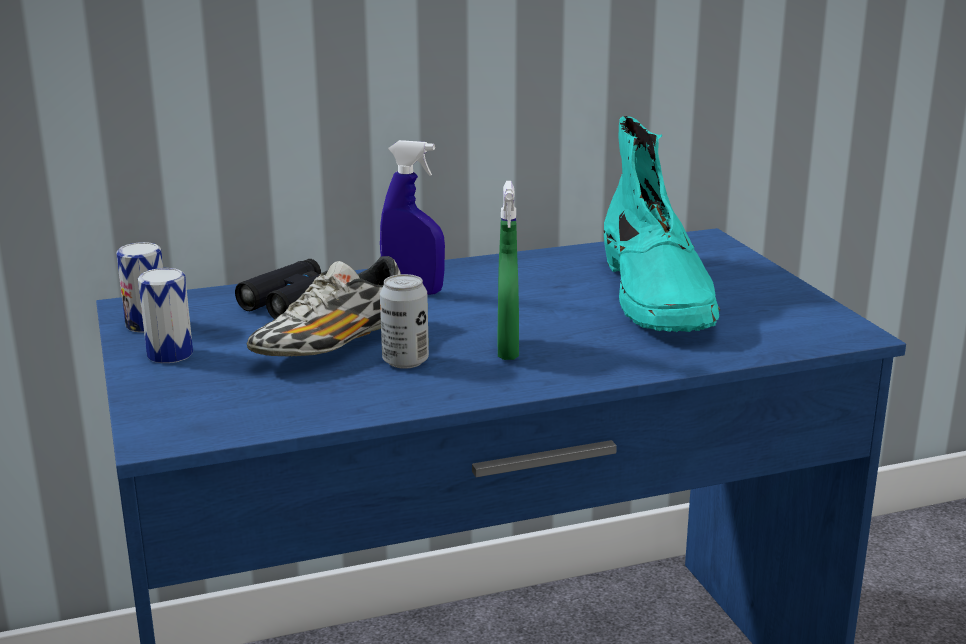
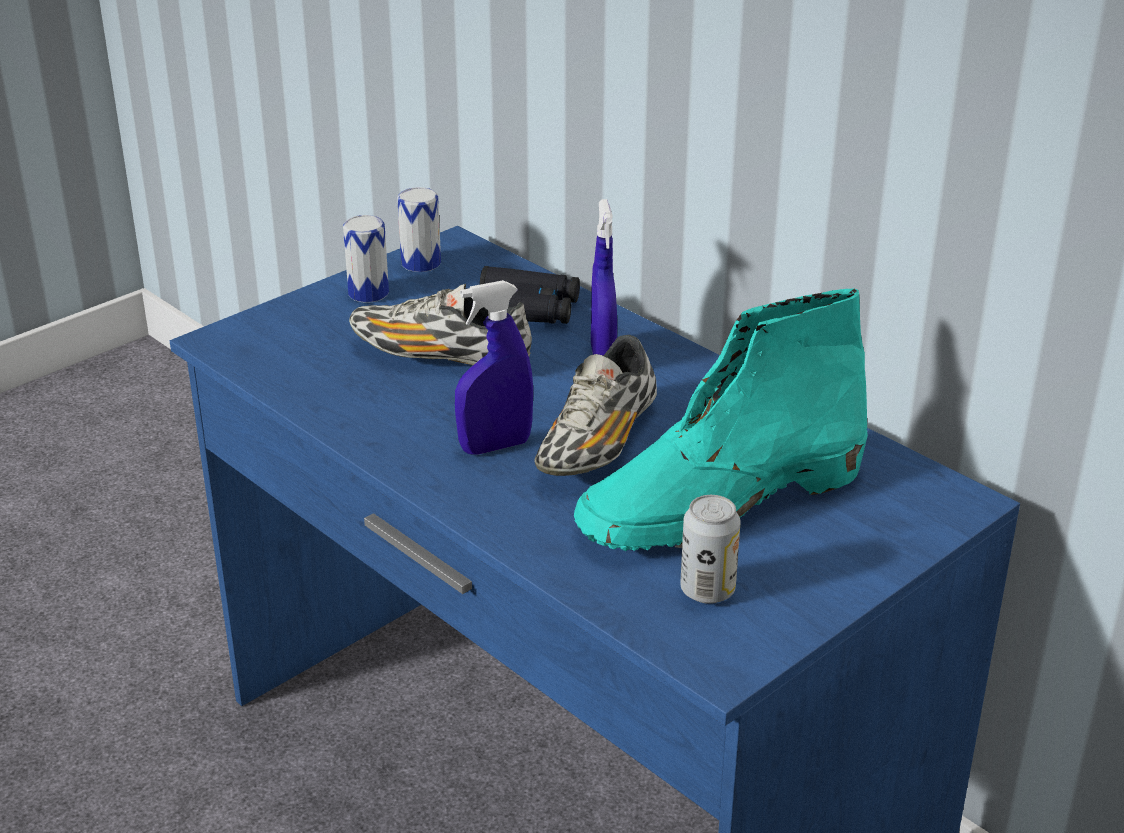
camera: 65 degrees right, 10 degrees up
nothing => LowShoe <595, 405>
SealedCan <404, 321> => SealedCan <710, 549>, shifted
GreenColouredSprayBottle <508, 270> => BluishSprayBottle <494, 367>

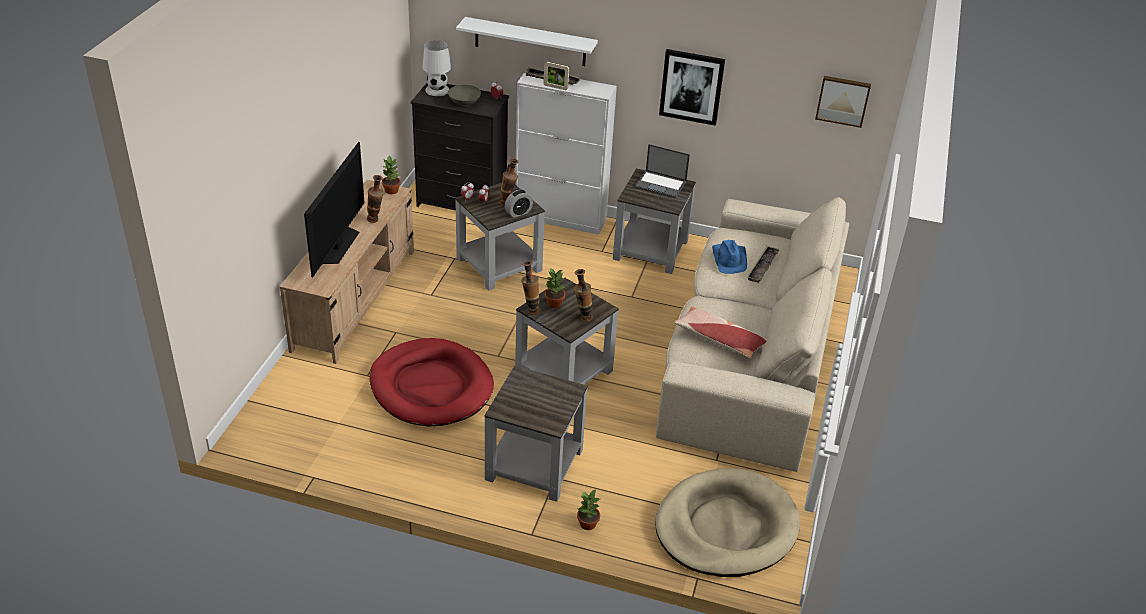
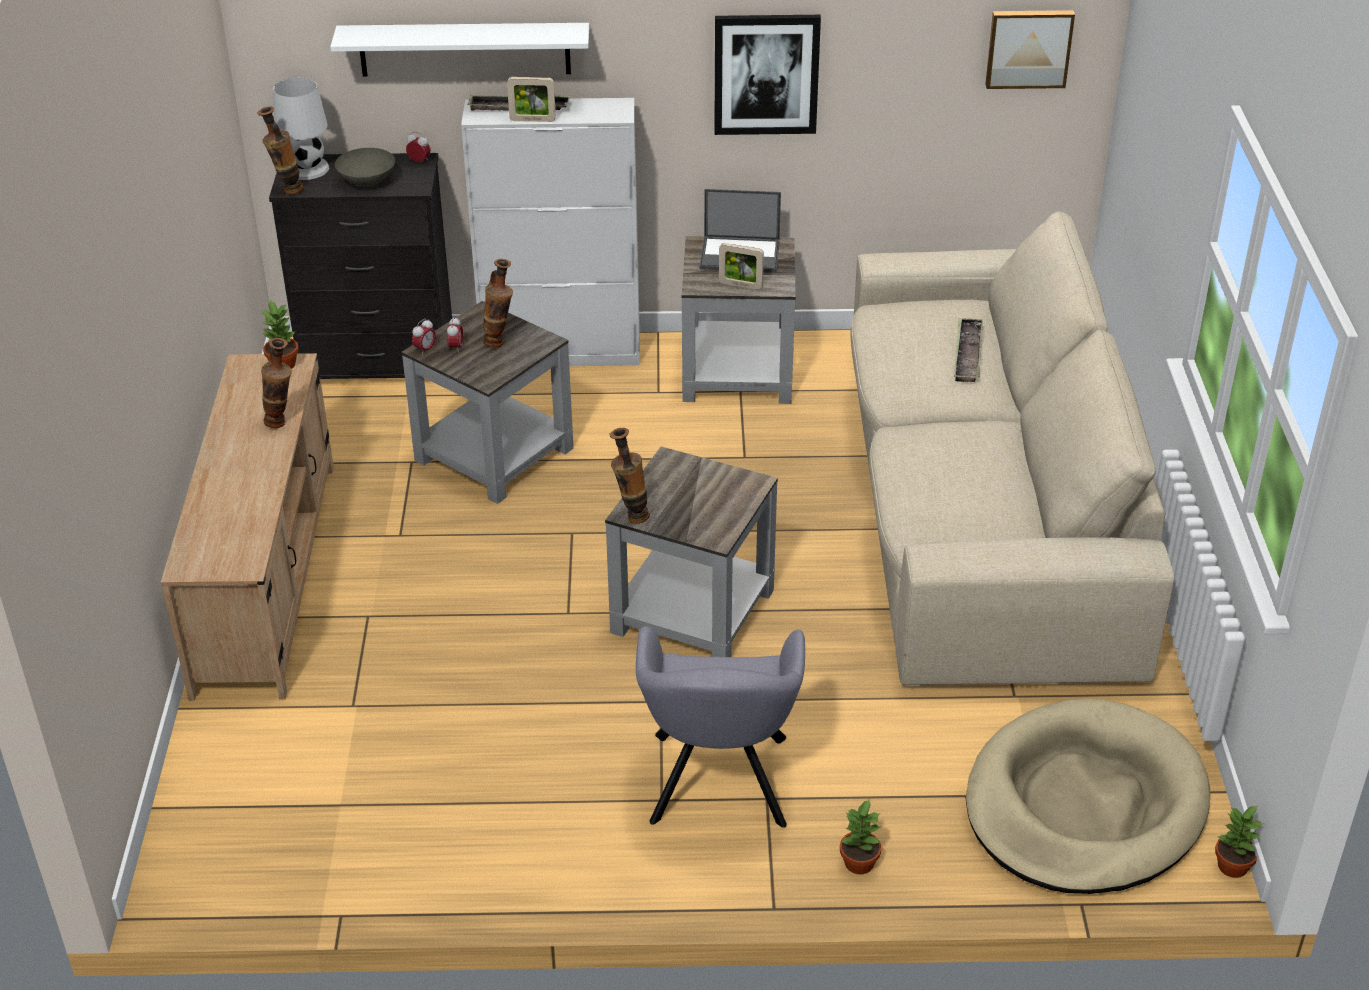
camera: 15 degrees left, 0 degrees up
Television <334, 209> => nothing
ReddishPetBed <432, 382> => nothing
AlarmClock <519, 204> => nothing
Cushion <720, 332> => nothing
BluishClothingHat <729, 257> => nothing
nothing => StandingFrame <741, 266>
Houseplant <554, 288> => Houseplant <1240, 841>, shifted
FlowerVase <583, 295> => FlowerVase <280, 150>, shifted
GreyEndTable <536, 433> => GreyArmchair <720, 727>

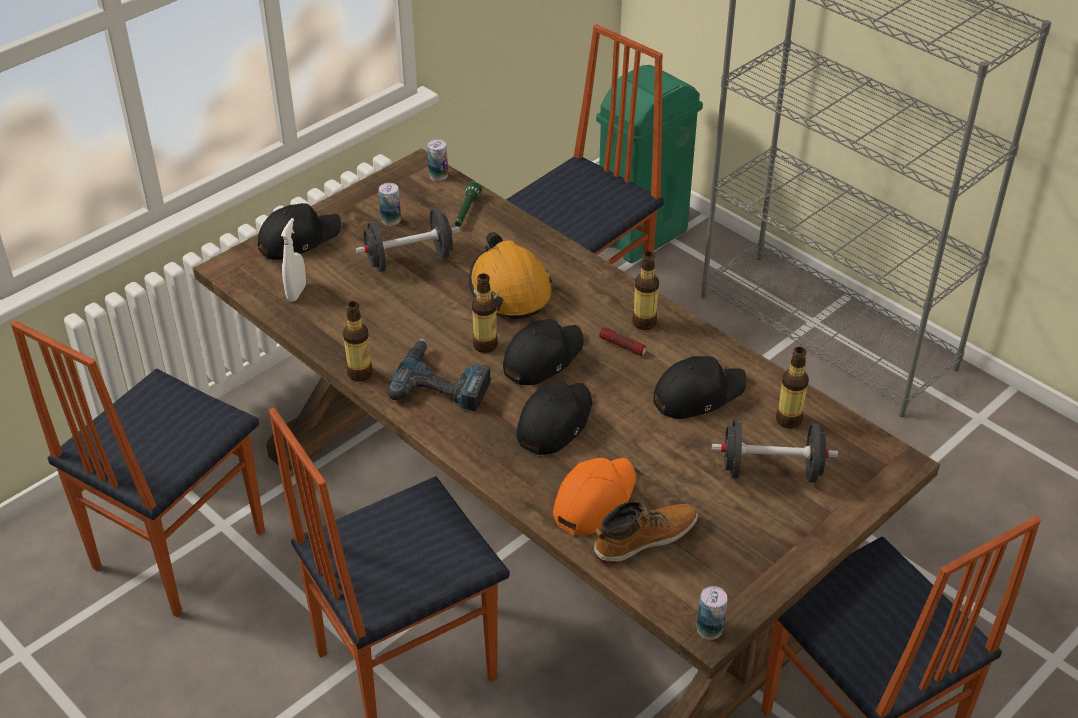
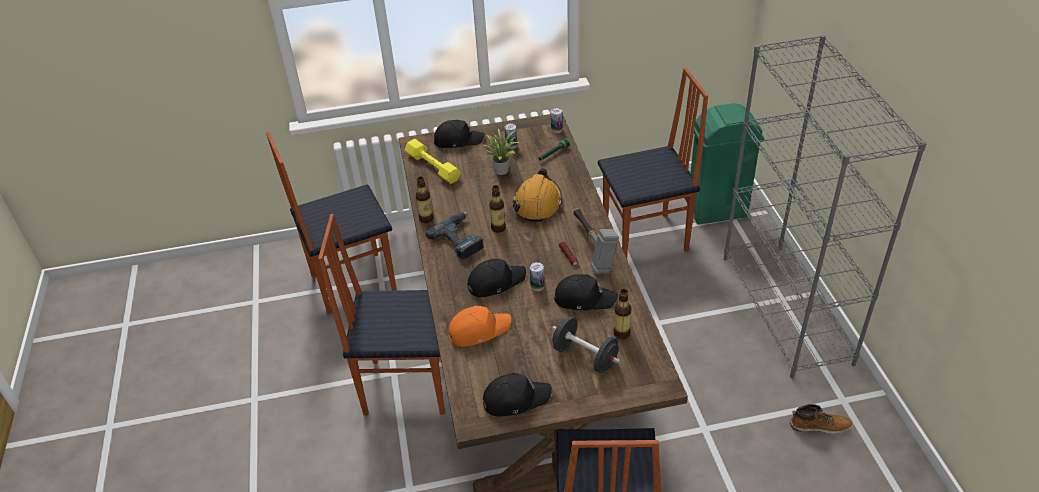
camera: 35 degrees right, 0 degrees up
BlackBaseballCap <543, 352> => BlackBaseballCap <517, 395>, shifted
TallBoot <646, 532> => TallBoot <821, 419>, shifted
SealedCan <712, 613> => SealedCan <537, 276>, shifted
WhitishSprayBottle <293, 260> => YellowishDumbbell <433, 161>
BlackDumbbell <408, 240> => Houseplant <502, 152>
DrinkBottle <645, 290> => HandHammer <596, 241>

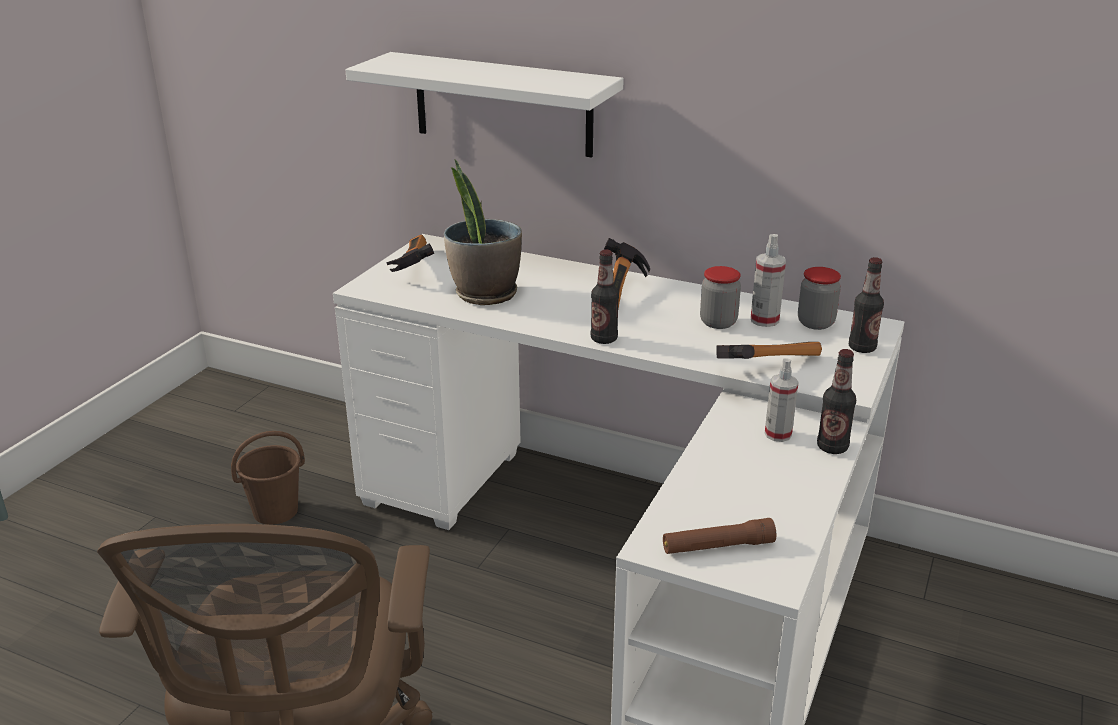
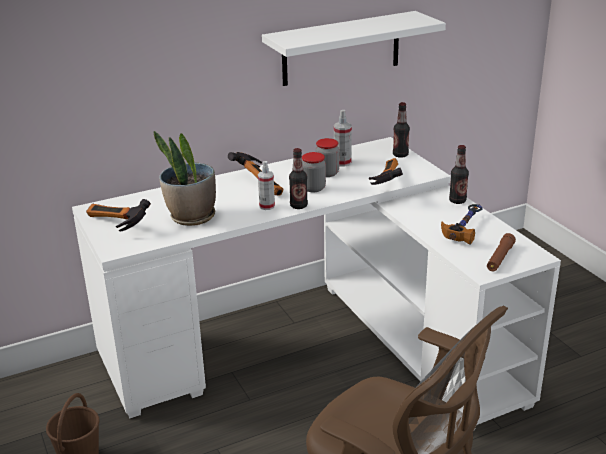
camera: 50 degrees left, 0 degrees up
nothing => HandHammer <461, 224>
WhitishShelf <484, 104> => WhitishShelf <354, 48>, shifted
SprayBottle <782, 400> => SprayBottle <266, 185>, shifted
StorageJar <819, 298> => StorageJar <314, 172>, shifted

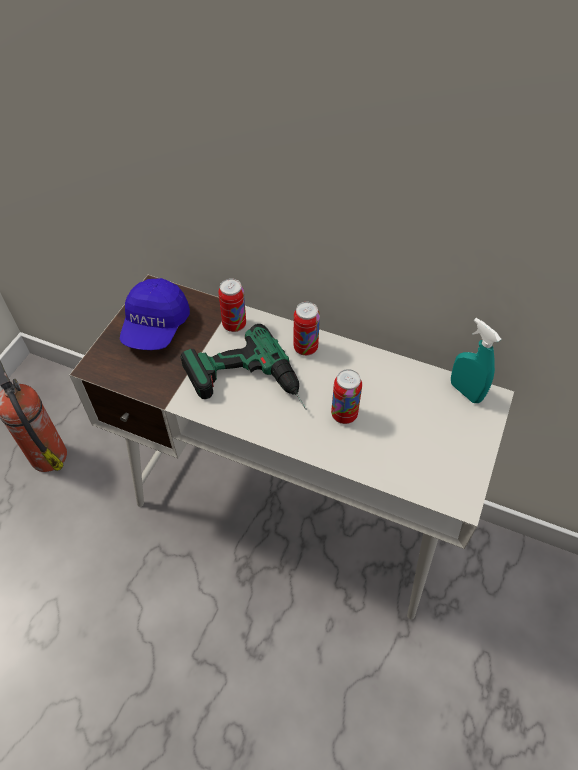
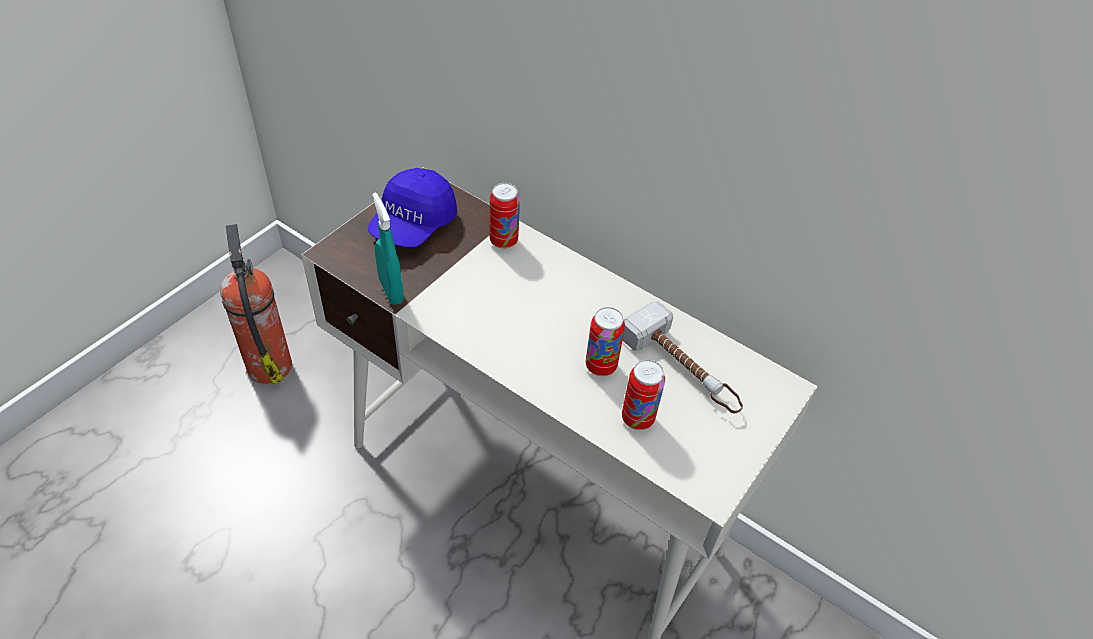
camera: 10 degrees right, 5 degrees down
Drill <243, 367> => nothing
nothing => HandHammer <683, 357>
SealedCan <306, 329> => SealedCan <643, 395>, shifted
BlueGreenSprayBottle <476, 360> => BlueGreenSprayBottle <388, 248>, shifted

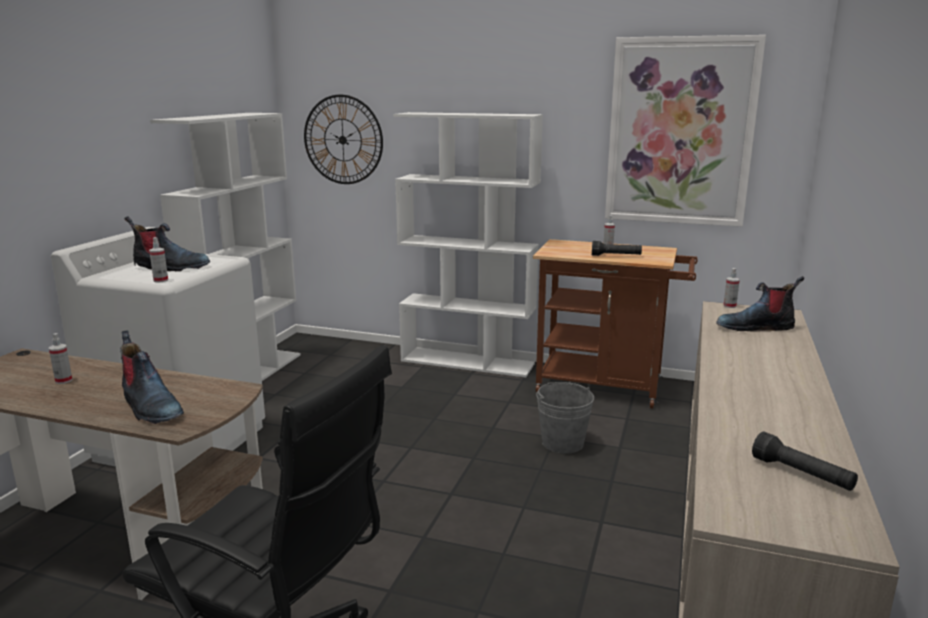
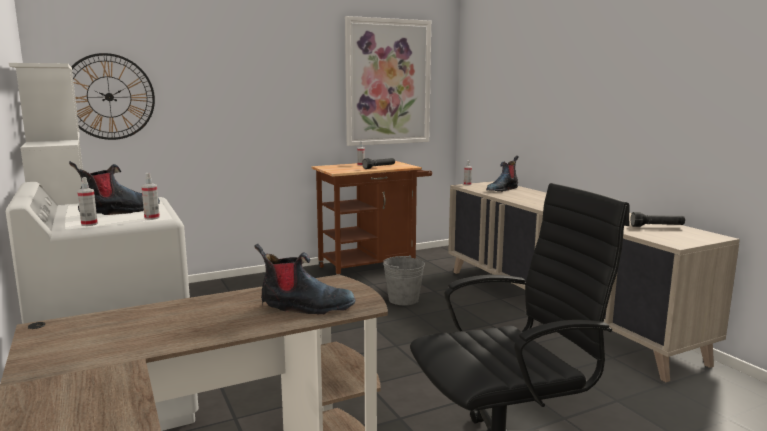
camera: 45 degrees left, 5 degrees down
WhitishBookshelf <468, 244> => nothing
SprayBottle <60, 358> => SprayBottle <87, 201>, shifted

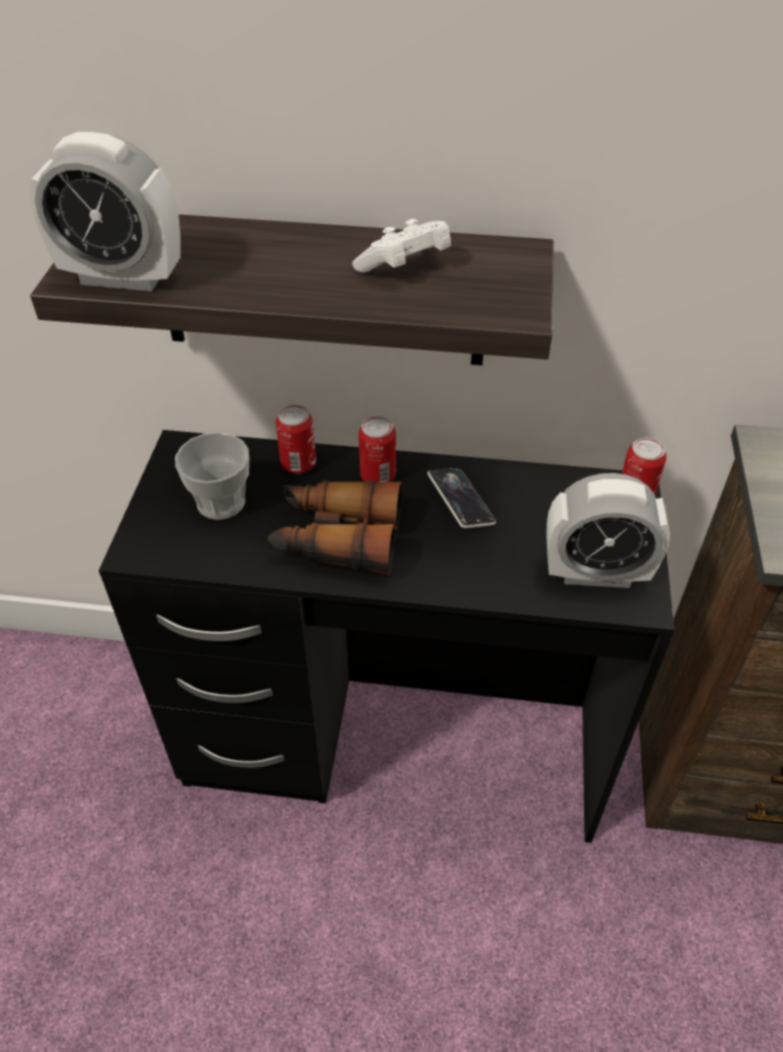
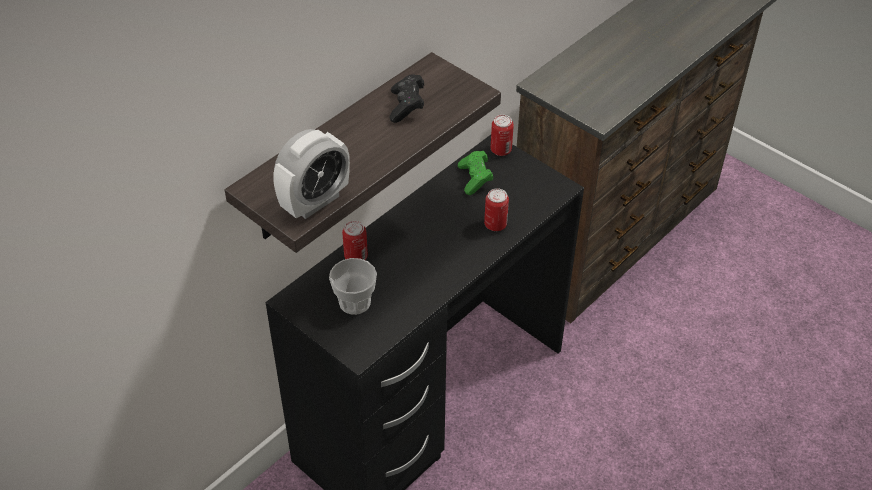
camera: 55 degrees left, 0 degrees up
FieldGlasses <335, 527> => nothing
Phone <461, 498> => nothing
AlarmClock <608, 530> => nothing
nothing => GreenColouredGamepad <475, 173>
SealedCan <377, 449> => SealedCan <496, 209>, shifted
WhitishGamepad <401, 246> => BlackGamepad <406, 98>

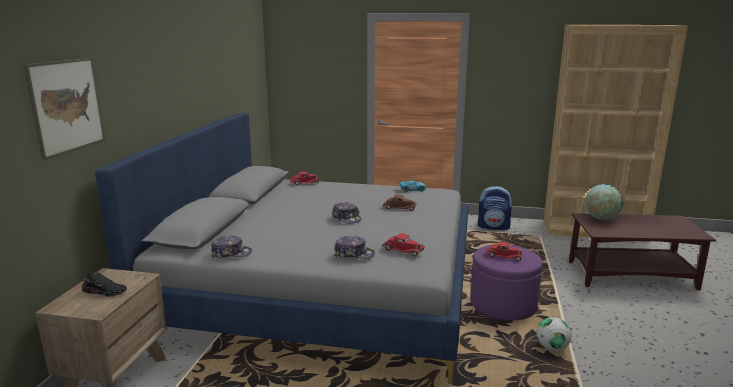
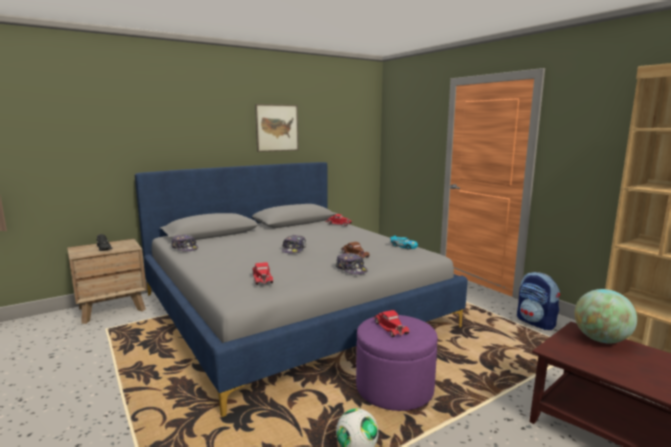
camera: 45 degrees right, 5 degrees down
Picture <64, 109> => Picture <277, 128>, shifted
BaseballCap <355, 247> => BaseballCap <351, 264>, shifted

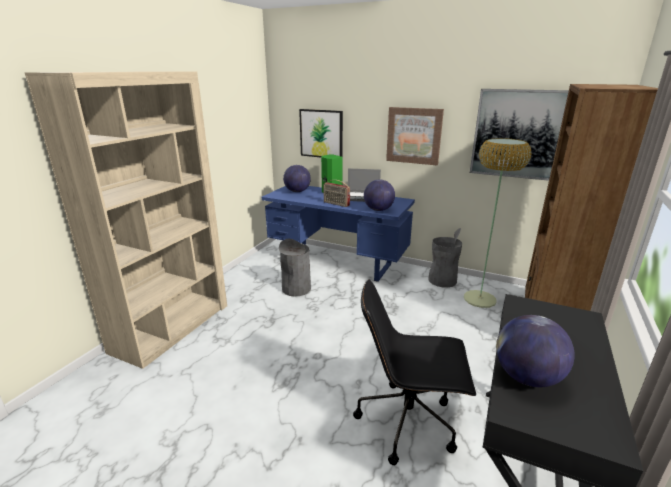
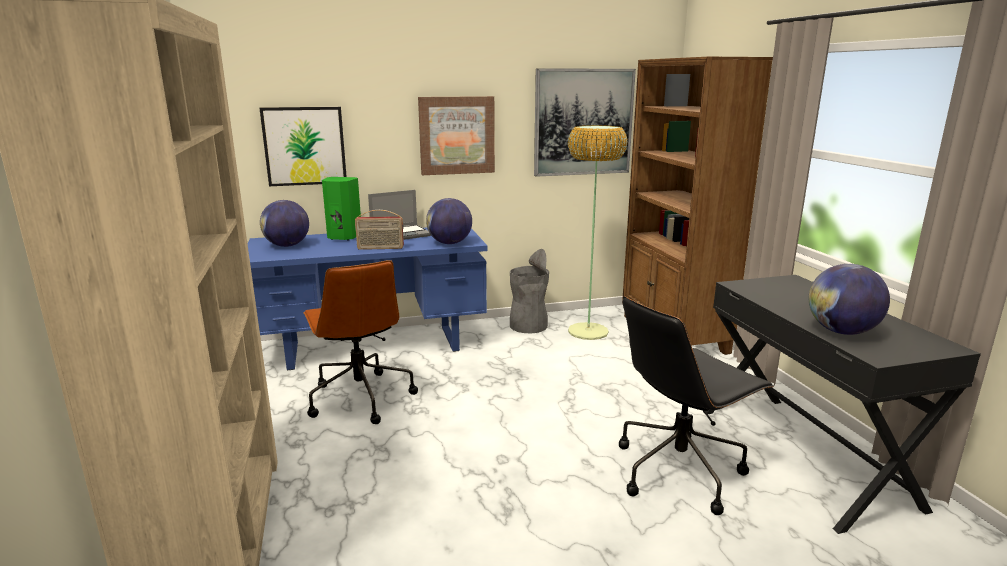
camera: 40 degrees left, 5 degrees down
GreyRubbishBin <295, 267> => BrownColouredOfficeChair <360, 342>

